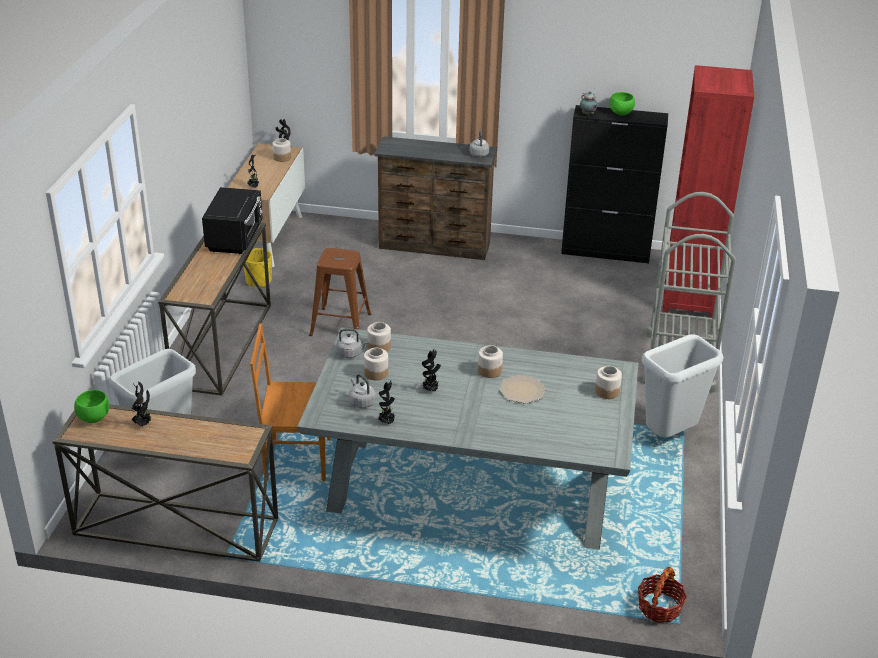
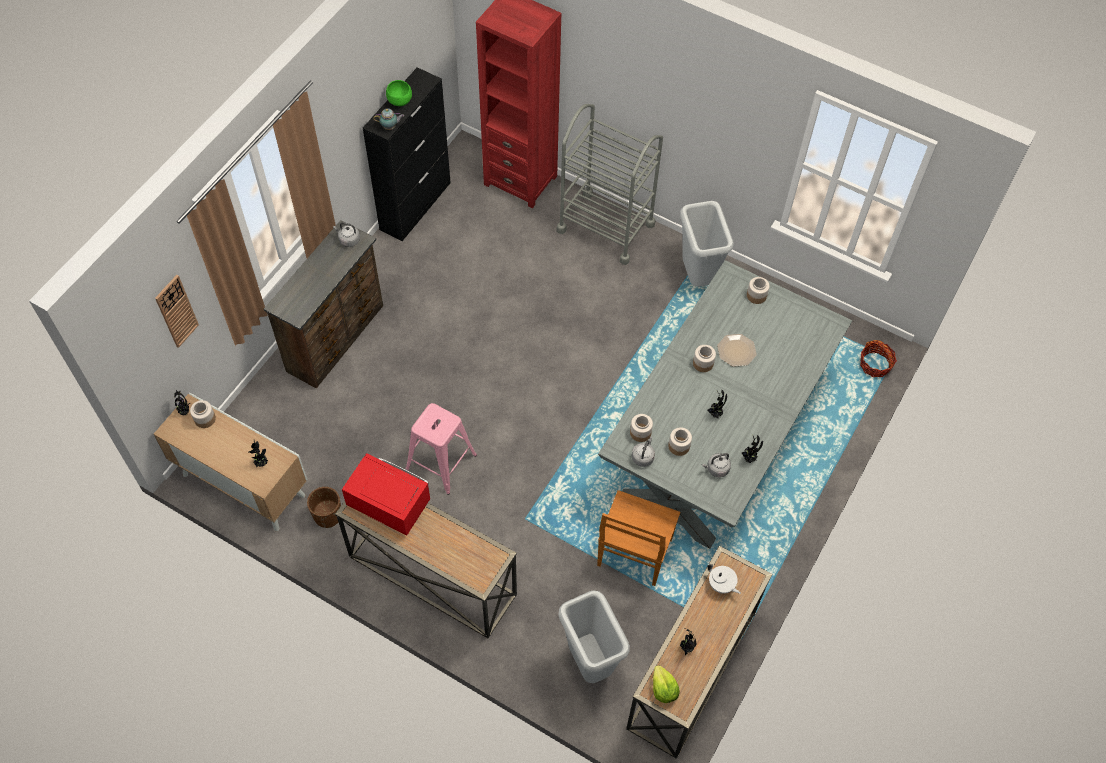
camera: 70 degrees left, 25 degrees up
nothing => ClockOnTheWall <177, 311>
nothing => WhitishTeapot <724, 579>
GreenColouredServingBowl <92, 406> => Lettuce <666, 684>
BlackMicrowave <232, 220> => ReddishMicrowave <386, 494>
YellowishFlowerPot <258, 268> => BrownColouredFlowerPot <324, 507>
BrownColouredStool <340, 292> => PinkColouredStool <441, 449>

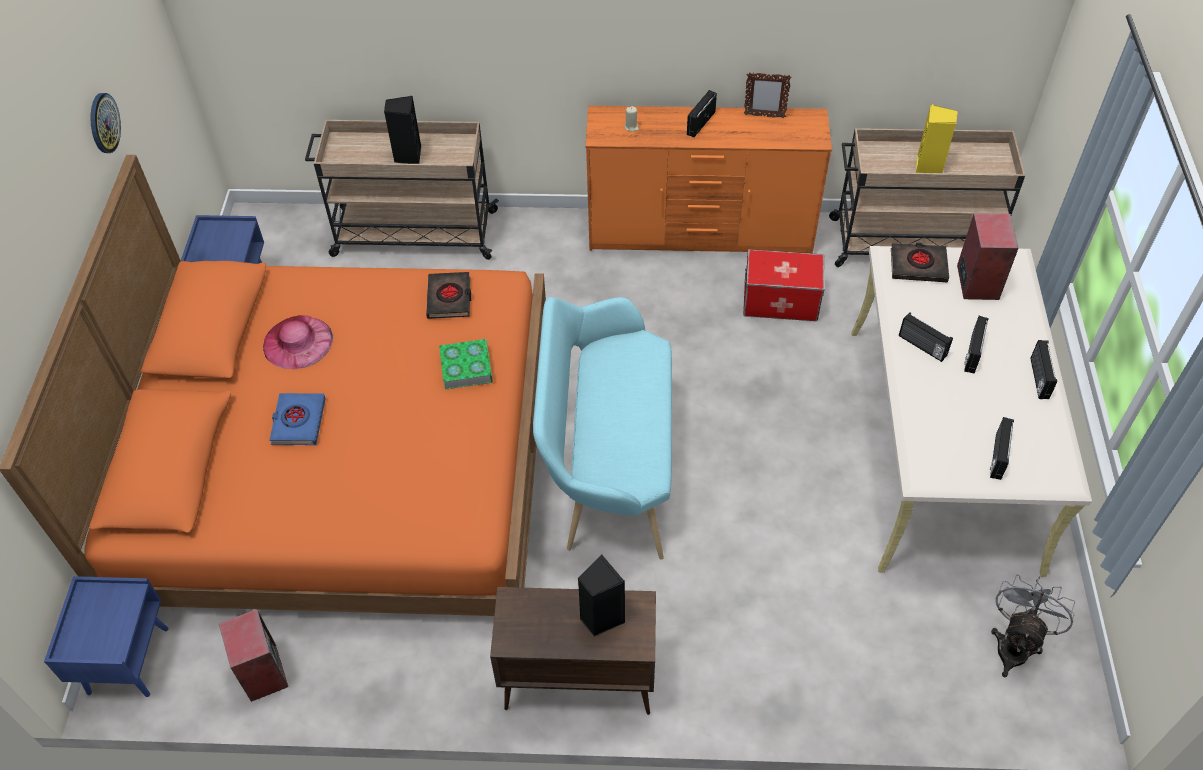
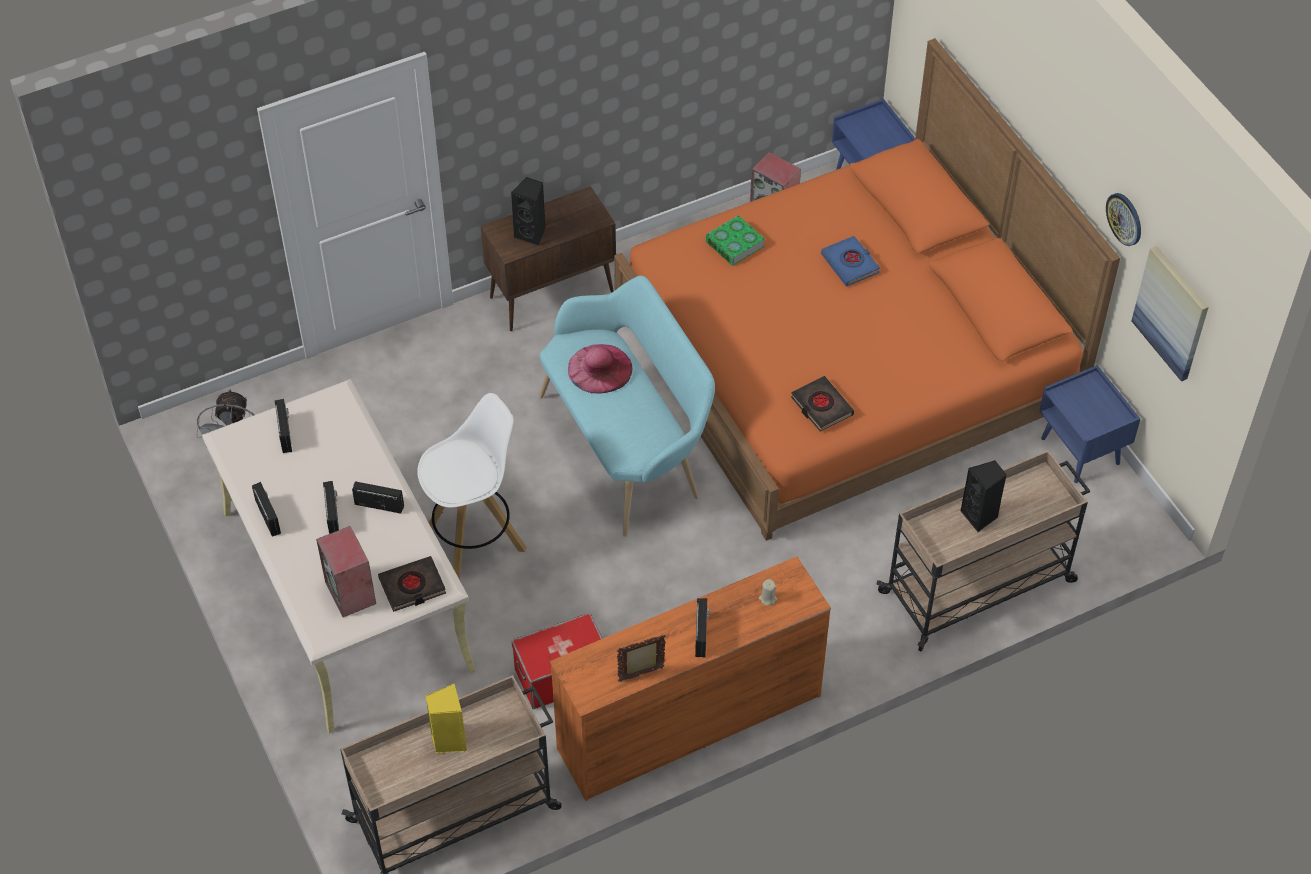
camera: 150 degrees right, 0 degrees up
nothing => WhitishStool <472, 486>
nothing => Picture <1170, 313>
PinkColouredClothingHat <298, 342> => PinkColouredClothingHat <600, 369>, shifted
Book <466, 364> => Book <735, 240>, shifted

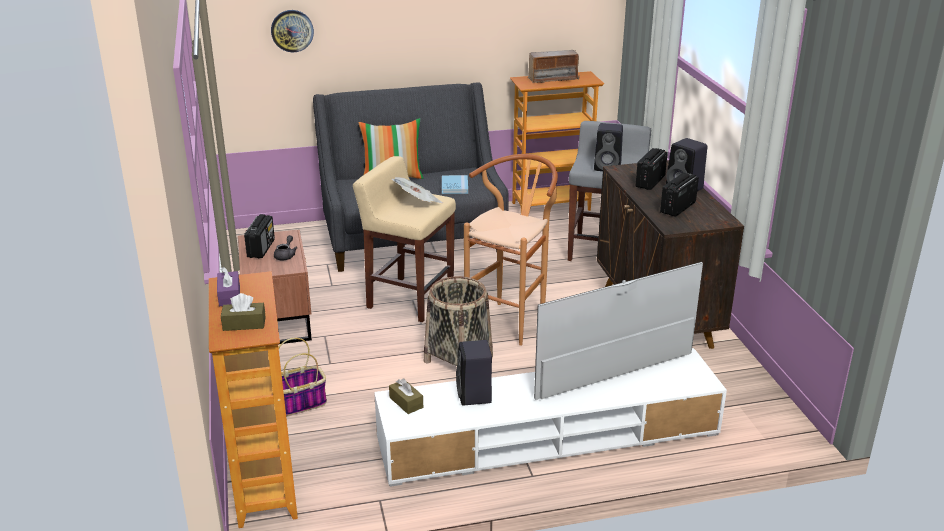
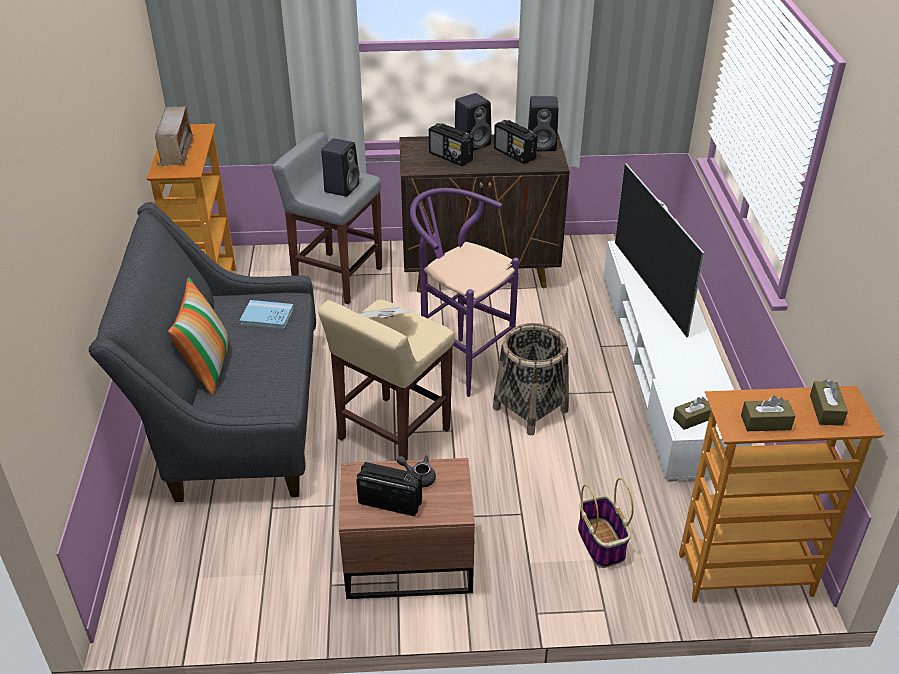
camera: 80 degrees left, 10 degrees up
ClockOnTheWall <292, 31> => nothing
BlackAudioSpeaker <474, 372> => BlackAudioSpeaker <543, 123>, shifted
PurpleTissueHolder <228, 286> => BrownColouredTissueHolder <768, 413>
BrownColouredStool <511, 250> => PurpleStool <464, 292>

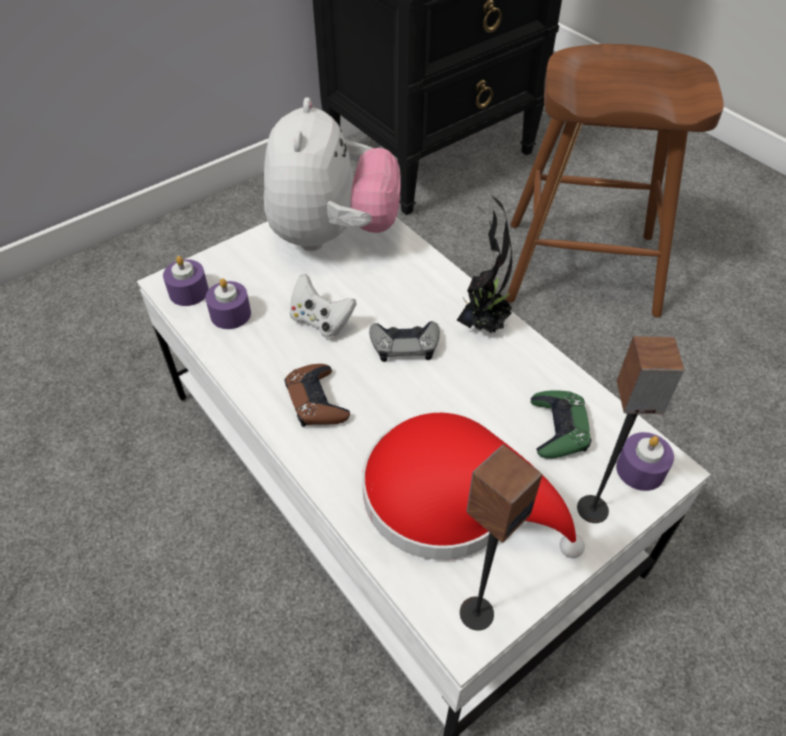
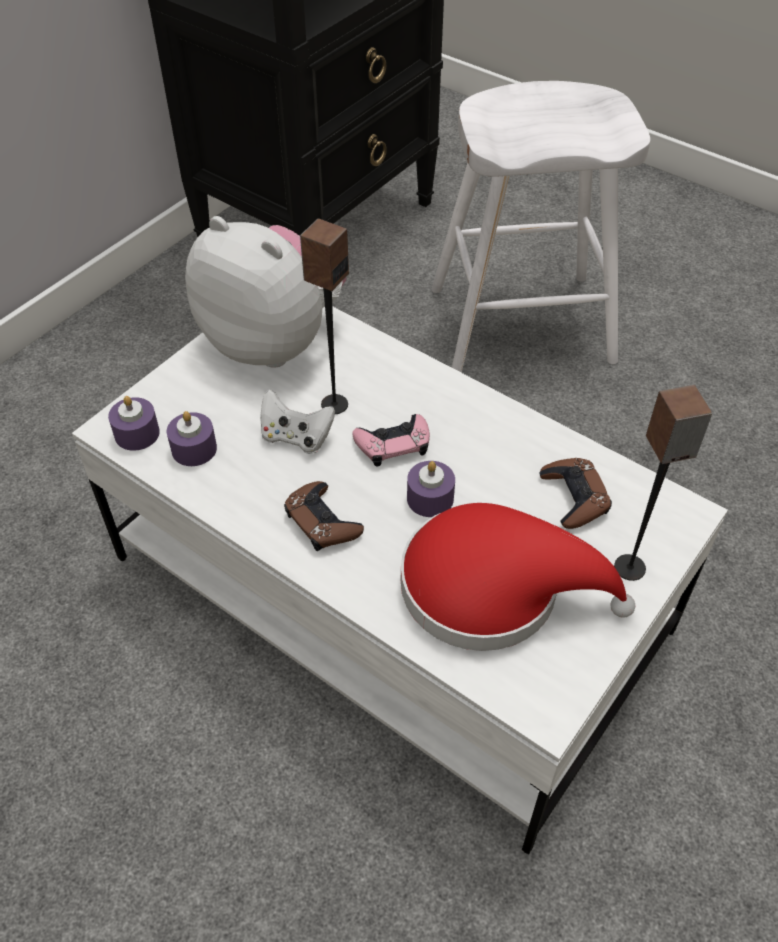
camera: 15 degrees left, 0 degrees up
Houseplant <484, 265> => nothing
AudioSpeaker <501, 537> => AudioSpeaker <324, 316>, shifted
PurpleWaxCandle <645, 461> => PurpleWaxCandle <431, 489>, shifted
GreyGamepad <404, 341> => PinkColouredGamepad <391, 440>
BrownColouredStool <615, 180> => WhitishStool <540, 227>
GreenColouredGamepad <561, 424> => BrownColouredGamepad <575, 493>
PlushToy <332, 174> => PlushToy <266, 292>, 45 degrees counterclockwise

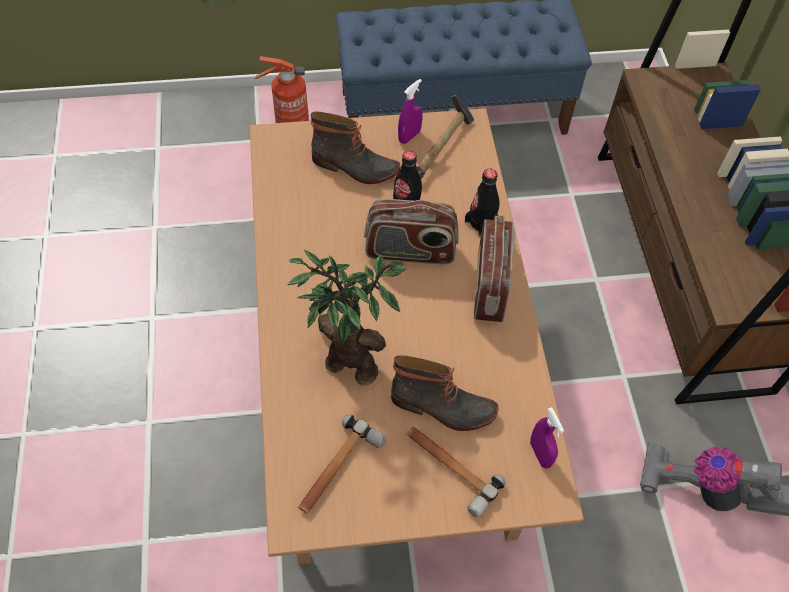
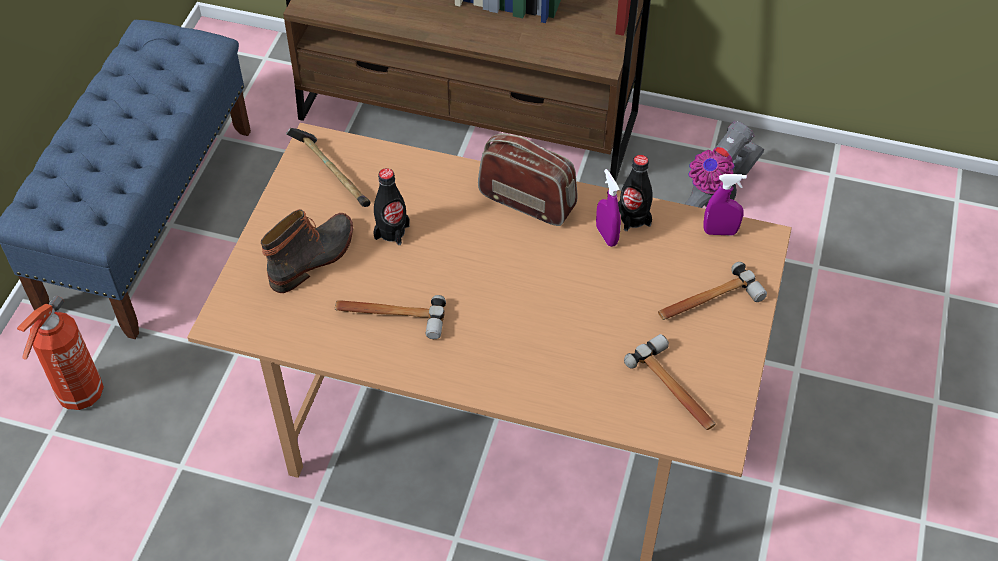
camera: 65 degrees left, 5 degrees down
Houseplant <347, 318> => nothing
RadioSet <411, 231> => nothing
TallBoot <445, 393> => nothing
nothing => HandHammer <390, 317>
PurpleSprayBottle <410, 111> => PurpleSprayBottle <608, 208>, shifted
BlackDrinkBottle <482, 202> => BlackDrinkBottle <635, 193>, shifted

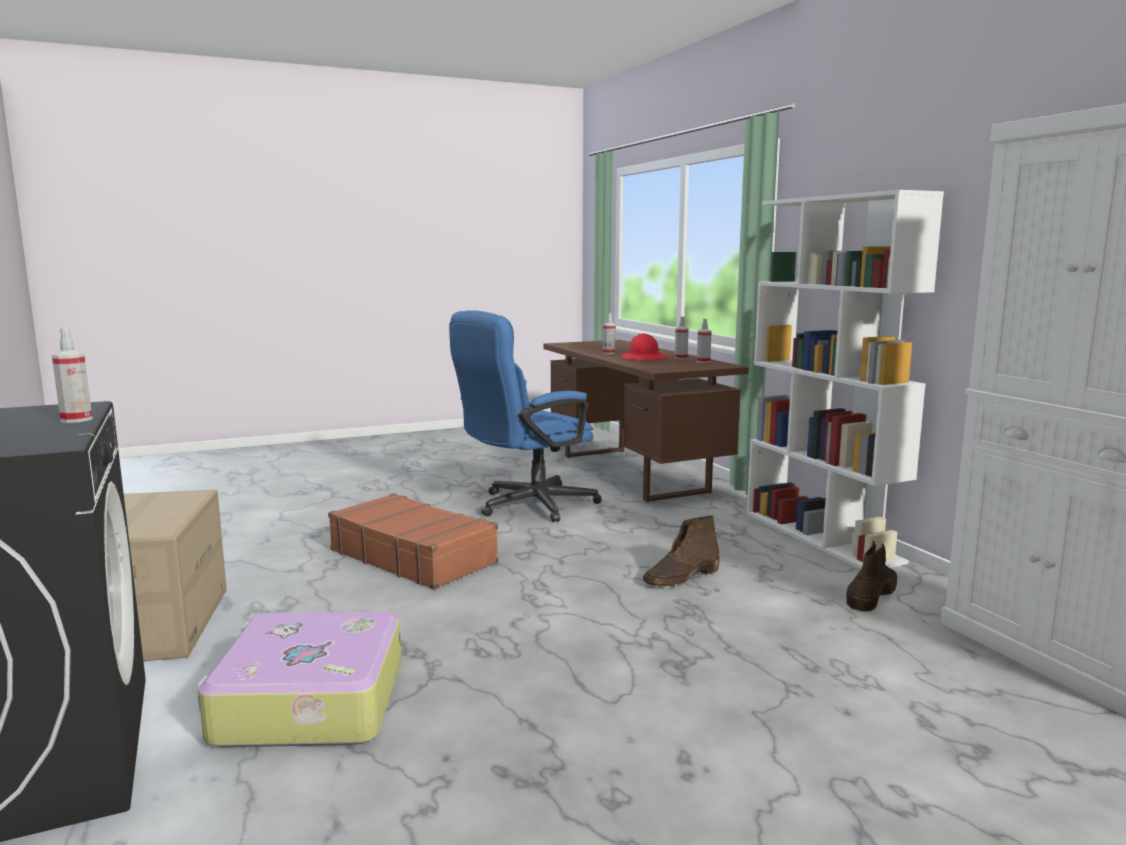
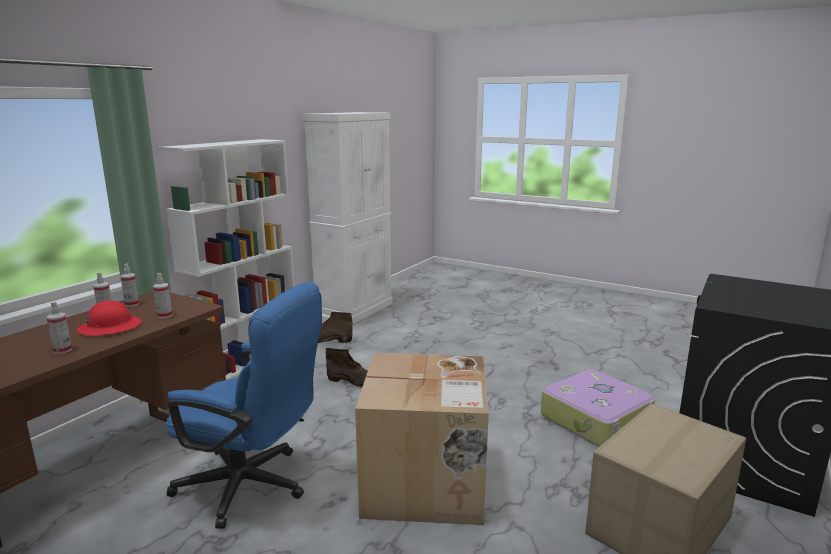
camera: 125 degrees left, 5 degrees up
SprayBottle <72, 375> => SprayBottle <162, 295>, shifted
BrownColouredSuitcase <413, 541> => Carton <422, 439>

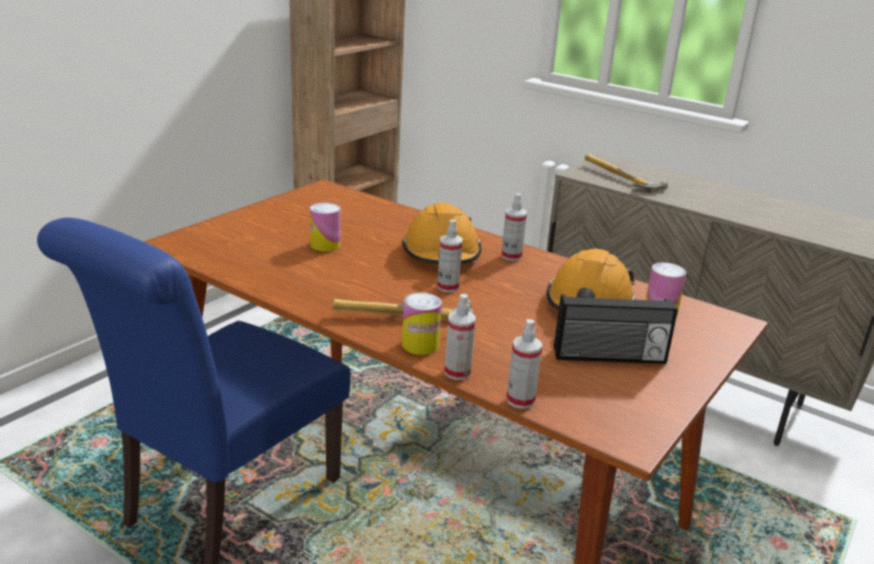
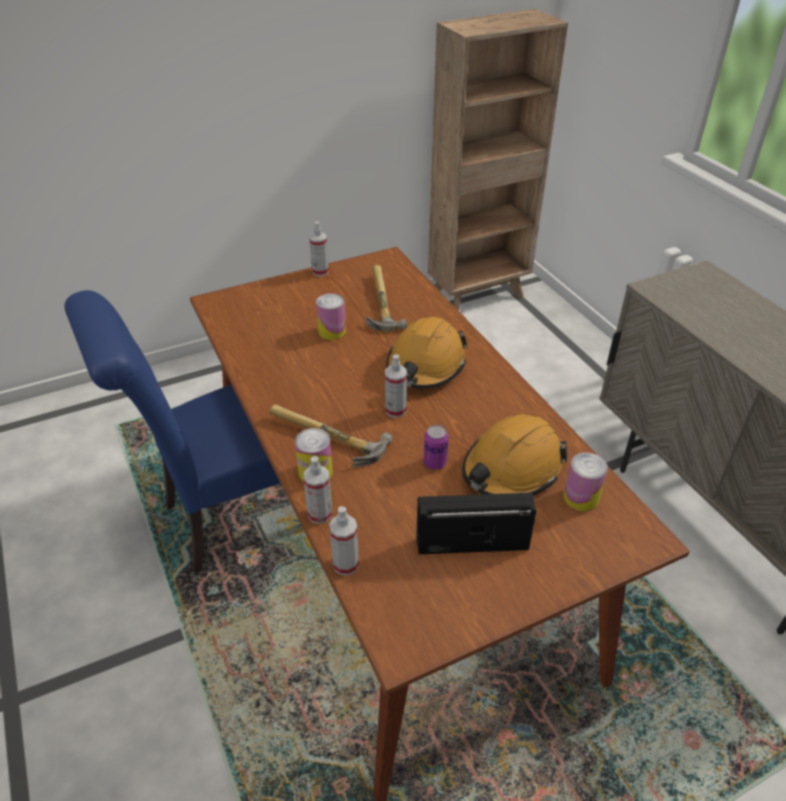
camera: 30 degrees right, 15 degrees up
nothing => SealedCan <436, 447>
SprayBottle <514, 227> => SprayBottle <319, 249>, shifted
HandHammer <626, 173> => HandHammer <386, 298>, shifted
RadioSet <616, 329> => RadioSet <476, 523>, 150 degrees clockwise

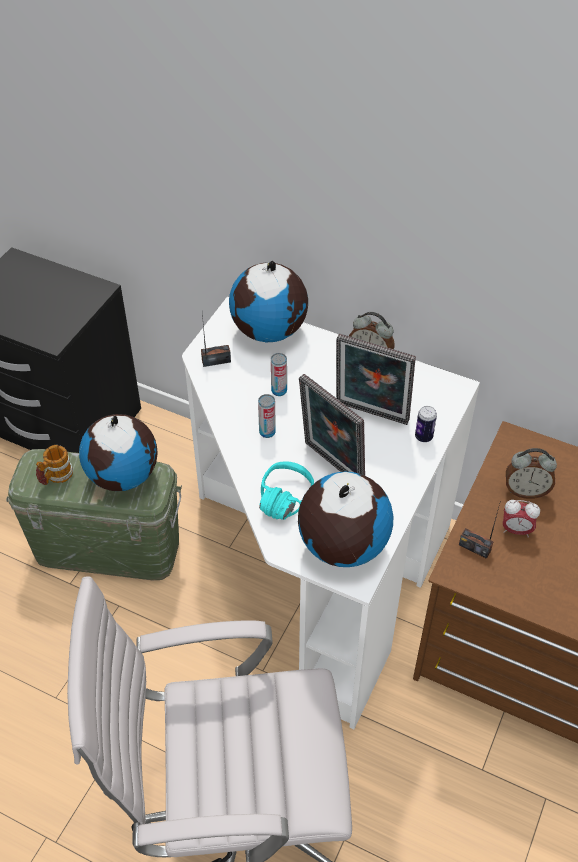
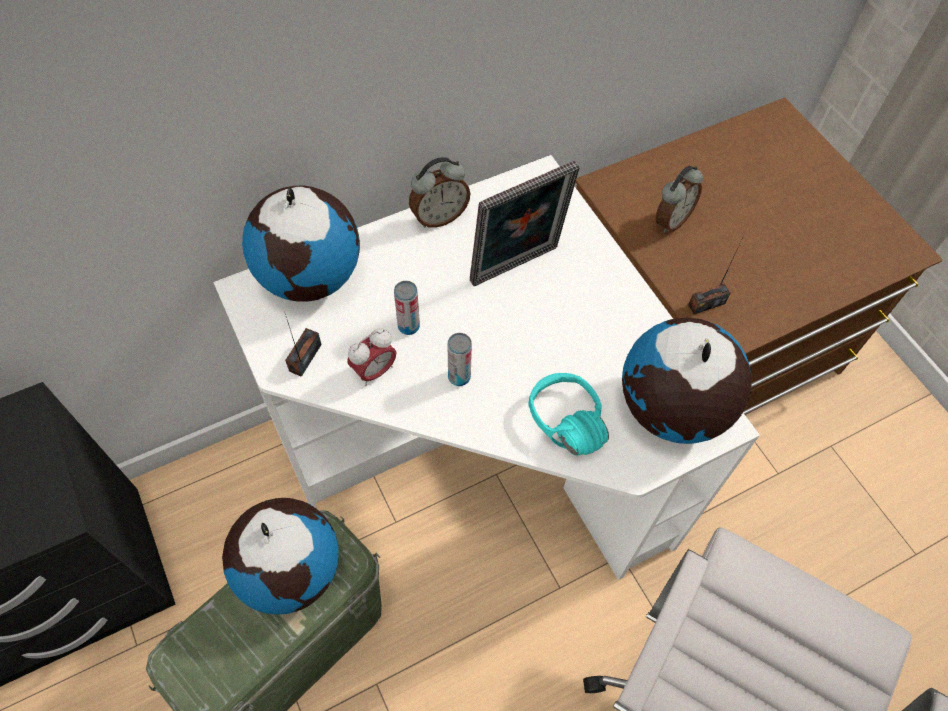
camera: 55 degrees left, 10 degrees up
TeaMug <54, 465> => nothing
StandingFrame <332, 425> => nothing
SealedCan <426, 424> => nothing
AlarmClock <521, 518> => AlarmClock <372, 357>, shifted

